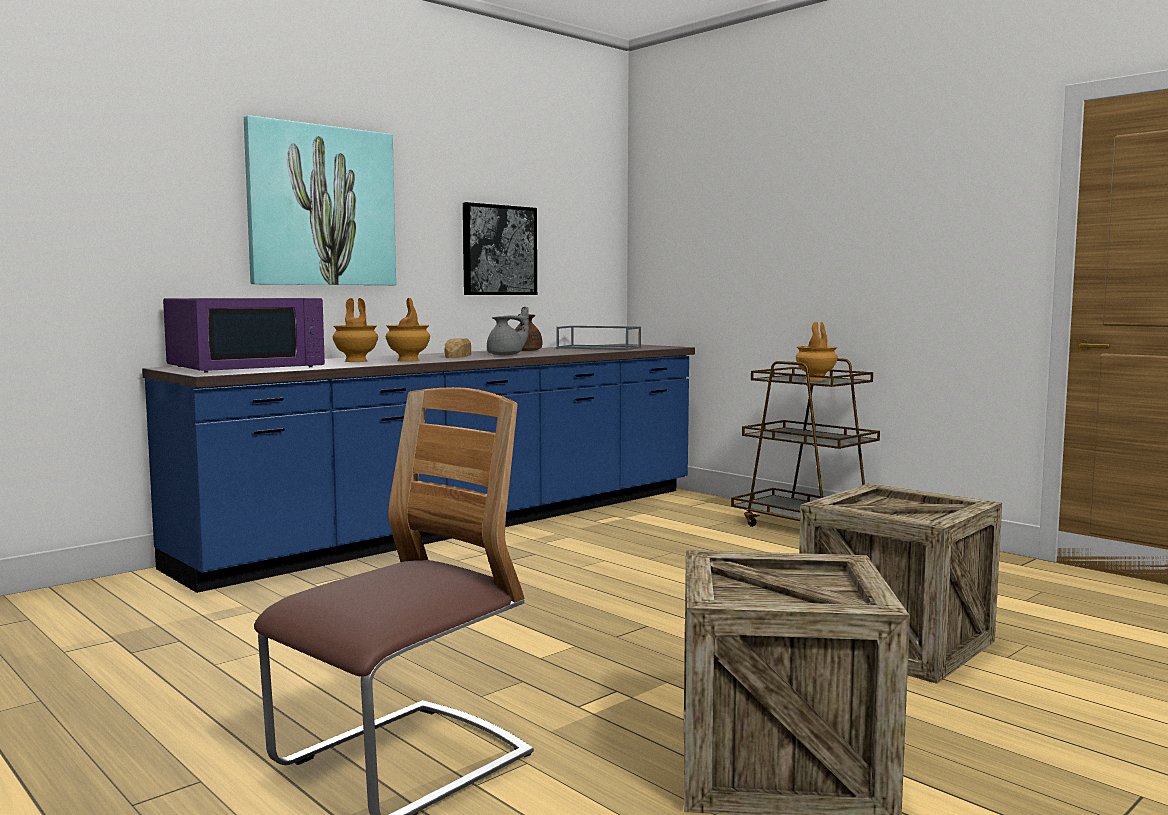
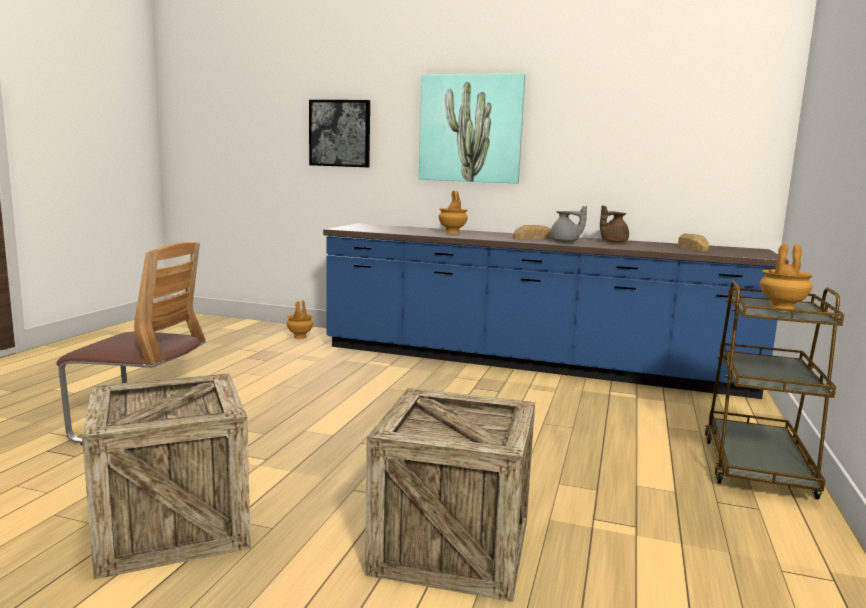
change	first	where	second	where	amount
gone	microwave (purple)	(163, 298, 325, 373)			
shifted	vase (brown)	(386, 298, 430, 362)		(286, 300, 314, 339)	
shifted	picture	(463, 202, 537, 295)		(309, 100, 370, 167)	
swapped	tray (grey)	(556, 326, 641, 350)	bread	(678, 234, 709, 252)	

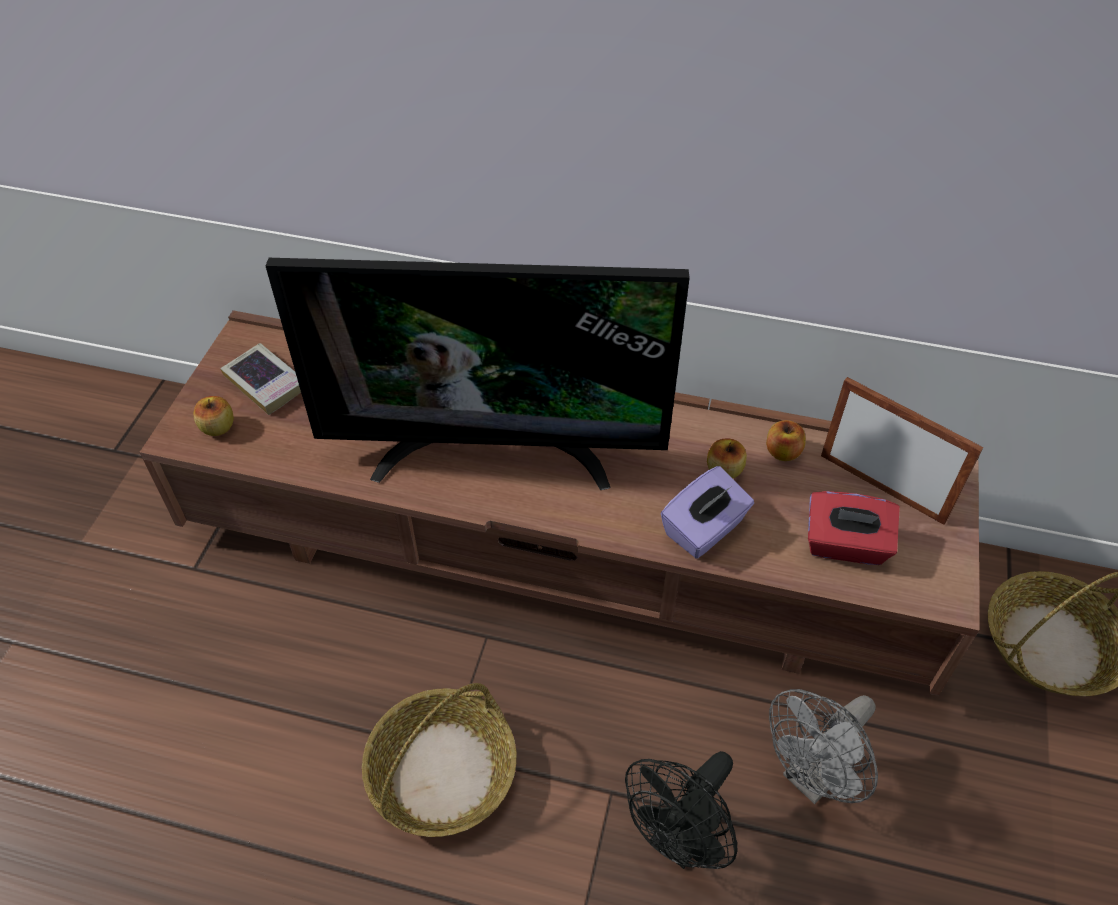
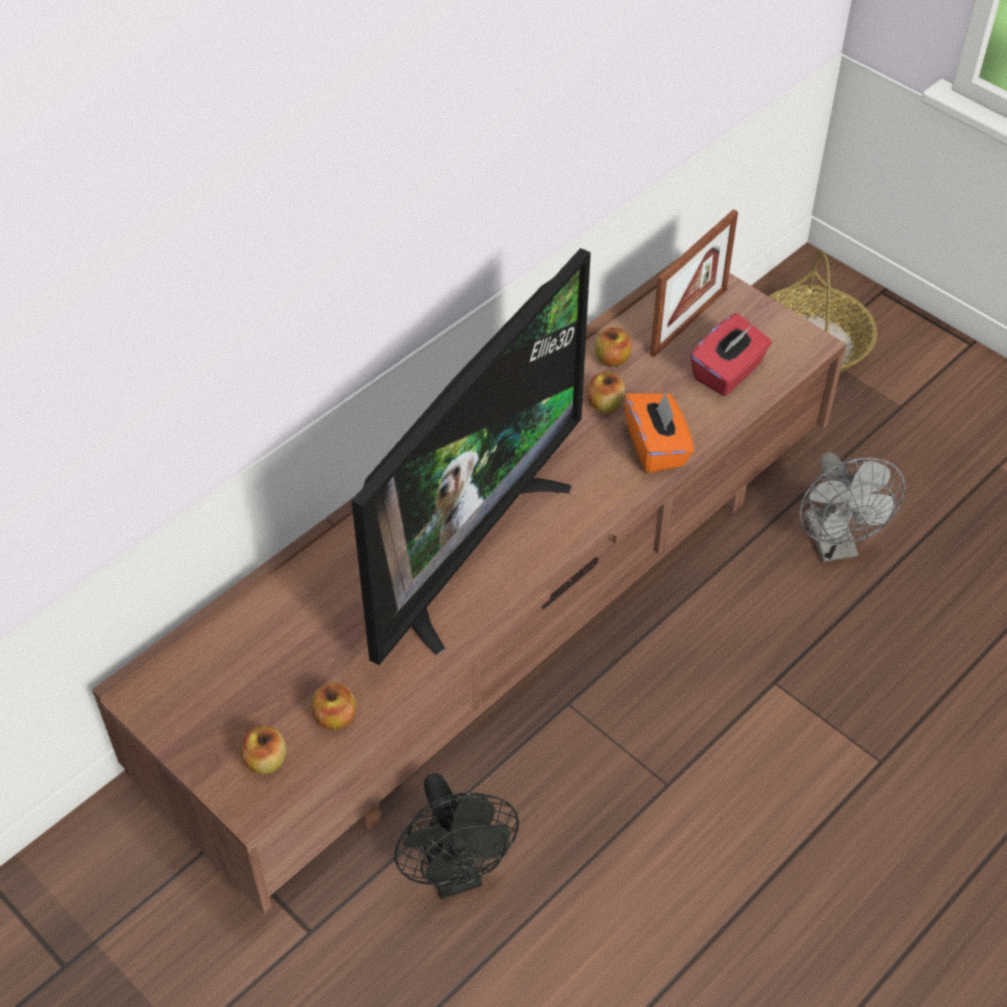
change	first	where	second	where	amount
gone	book	(220, 343, 301, 415)			
gone	basket	(362, 683, 517, 837)			
new			apple	(311, 683, 356, 730)	
shifted	fan (black)	(625, 751, 738, 869)		(395, 773, 519, 899)	
repainted	tissue box (purple)	(661, 466, 754, 558)	tissue box (orange)	(624, 392, 694, 473)	
rotated	picture frame	(821, 377, 983, 525)		(650, 209, 738, 357)	150 degrees clockwise

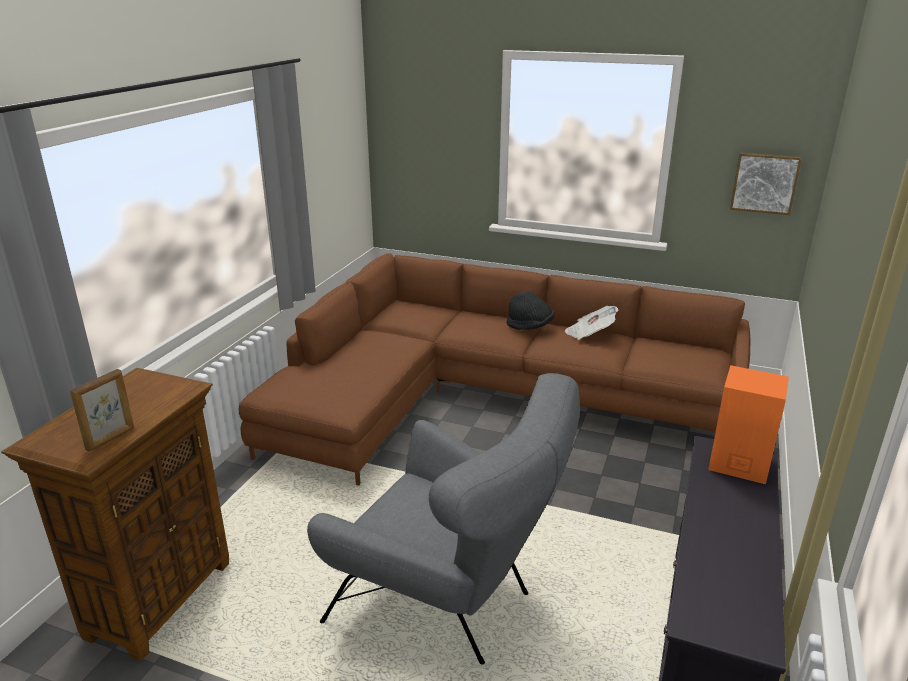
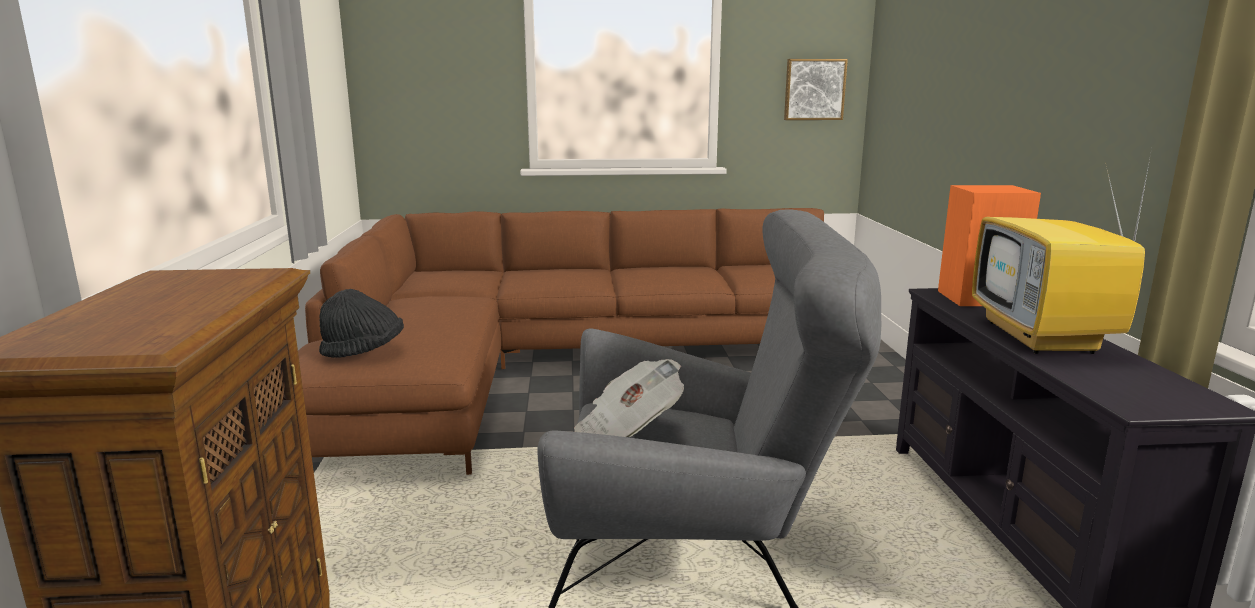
change	first	where	second	where	amount
gone	picture frame	(70, 369, 134, 452)			
new			television	(972, 149, 1152, 354)	
shifted	hat (black)	(507, 291, 554, 330)		(319, 289, 404, 358)	
shifted	newspaper	(565, 306, 619, 340)		(574, 359, 684, 437)	

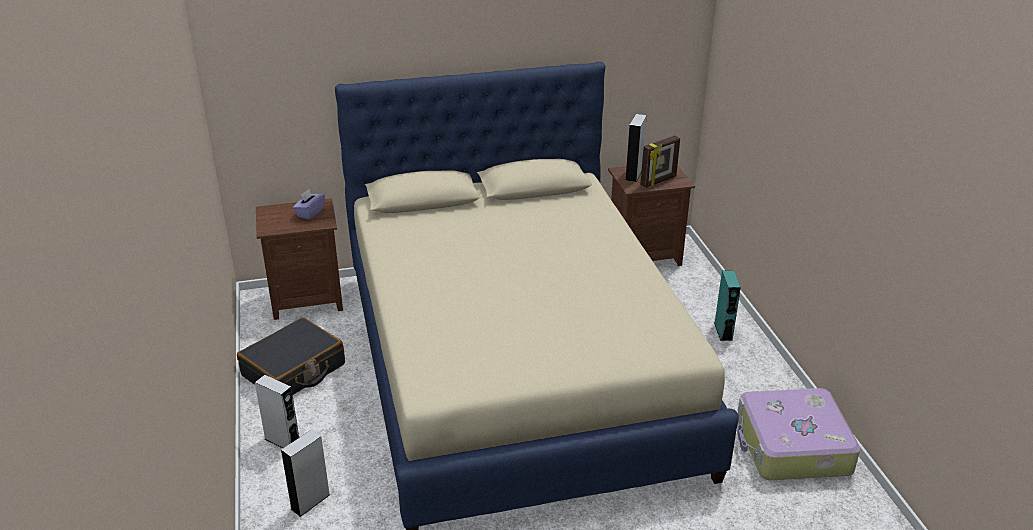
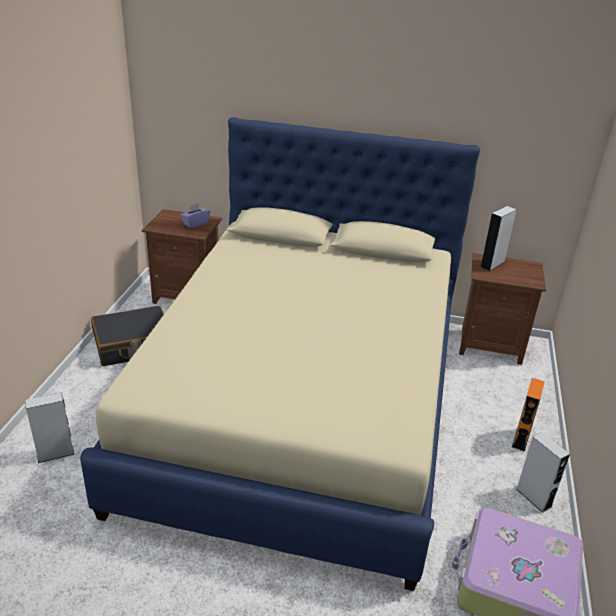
change	first	where	second	where	amount
gone	picture frame	(640, 136, 680, 188)			
shifted	speaker (grey)	(255, 375, 299, 448)		(516, 432, 570, 513)	
repainted	speaker (turquoise)	(714, 270, 741, 341)	speaker (orange)	(512, 378, 545, 452)	

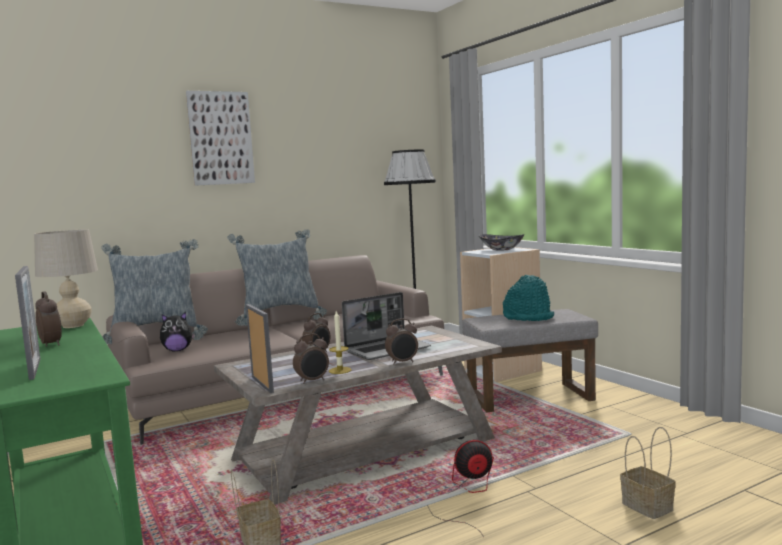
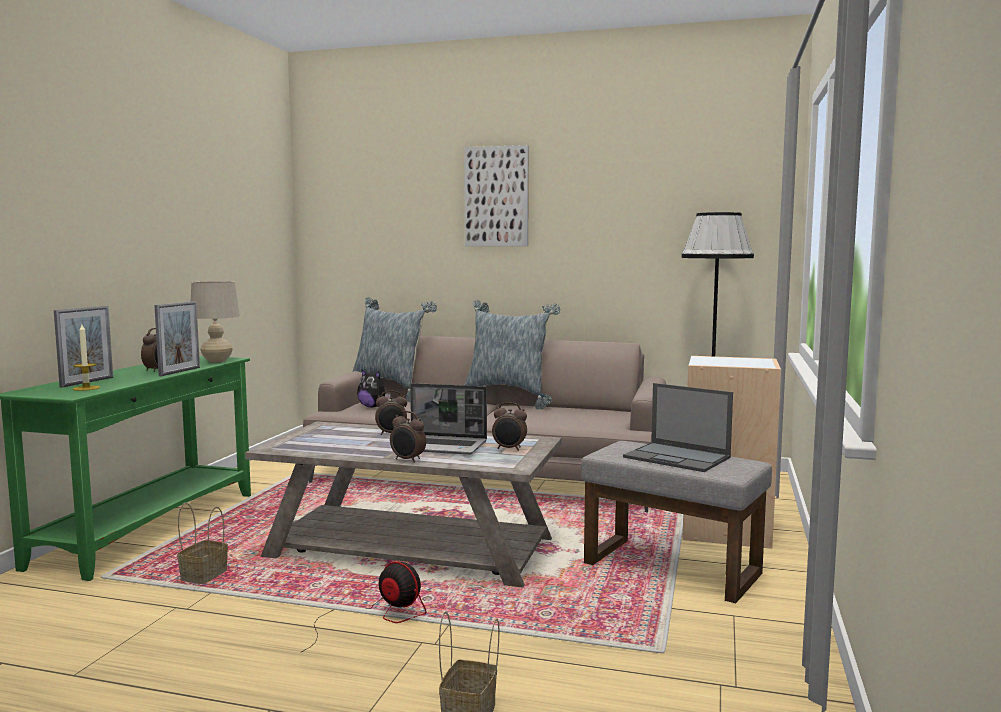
change	first	where	second	where	amount
gone	bowl	(479, 234, 525, 250)			
shifted	picture frame	(246, 304, 274, 393)		(154, 301, 200, 376)	
shifted	alarm clock	(293, 334, 329, 384)		(492, 402, 527, 451)	
shifted	candle	(329, 311, 352, 374)		(73, 325, 100, 391)	
swapped	hat (turquoise)	(503, 275, 554, 321)	laptop	(623, 383, 733, 472)	

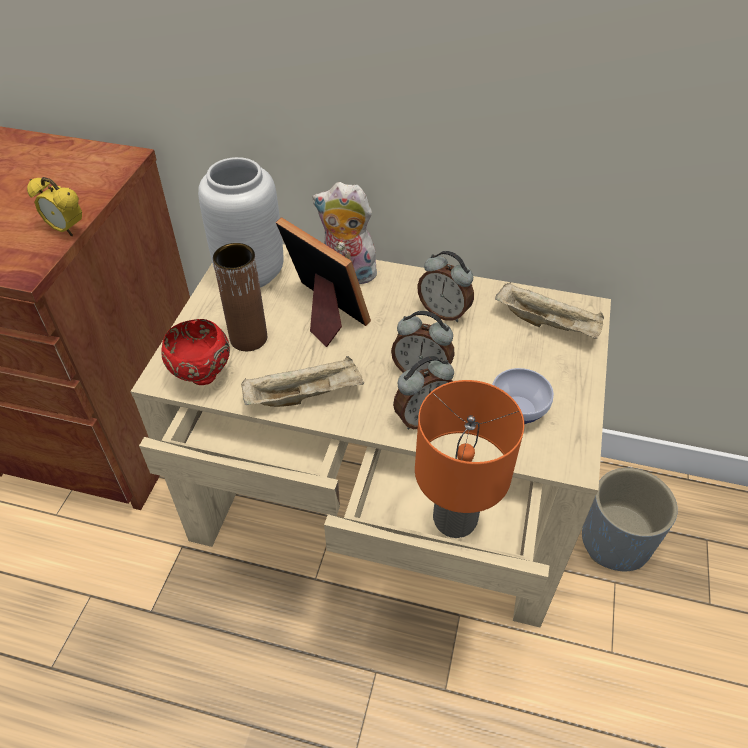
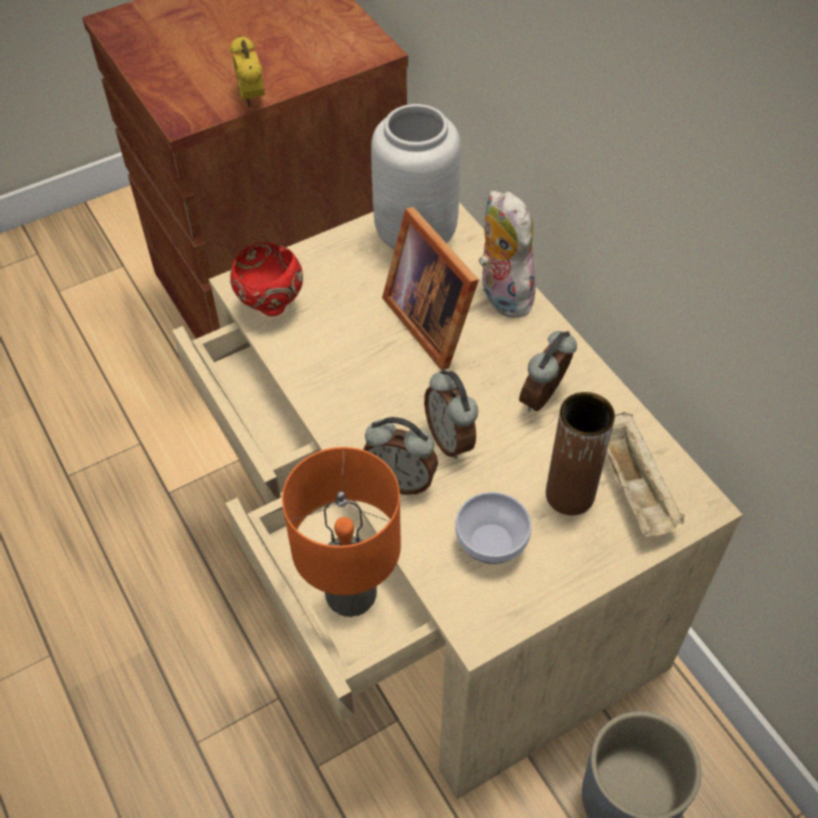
change	first	where	second	where	amount
gone	tray (beige)	(241, 356, 364, 407)			
shifted	vase (brown)	(213, 243, 267, 351)		(546, 392, 615, 515)	
rotated	picture frame	(276, 217, 371, 347)		(382, 207, 479, 370)	150 degrees clockwise
rotated	alarm clock	(417, 251, 474, 322)		(519, 331, 577, 412)	45 degrees clockwise

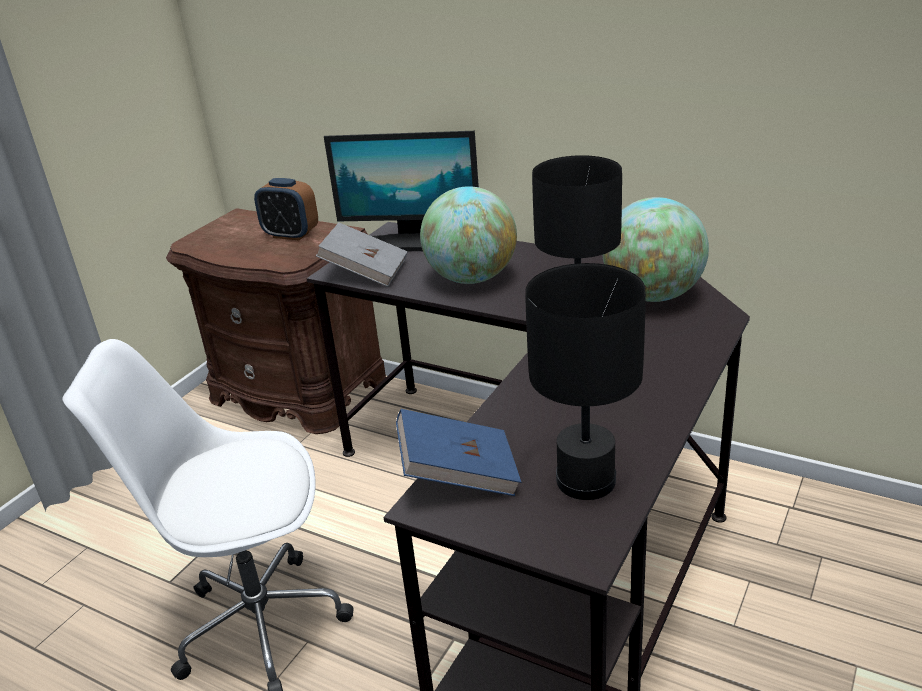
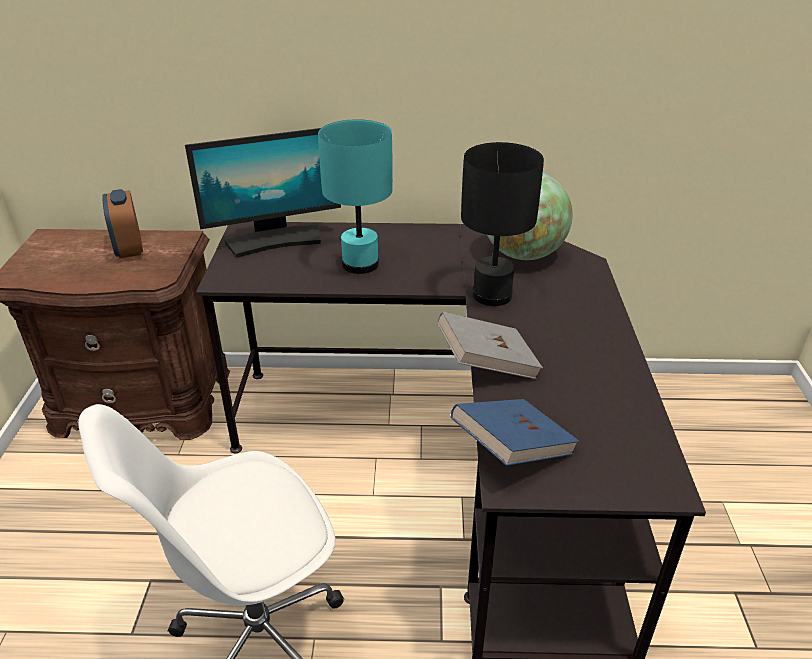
change	first	where	second	where	amount
gone	table lamp (black)	(525, 263, 646, 500)			
shifted	book (grey)	(316, 223, 408, 287)		(437, 312, 543, 379)	
swapped	globe	(420, 186, 517, 284)	table lamp (turquoise)	(318, 119, 393, 274)	
rotated	alarm clock	(254, 178, 318, 241)		(102, 189, 143, 259)	75 degrees clockwise

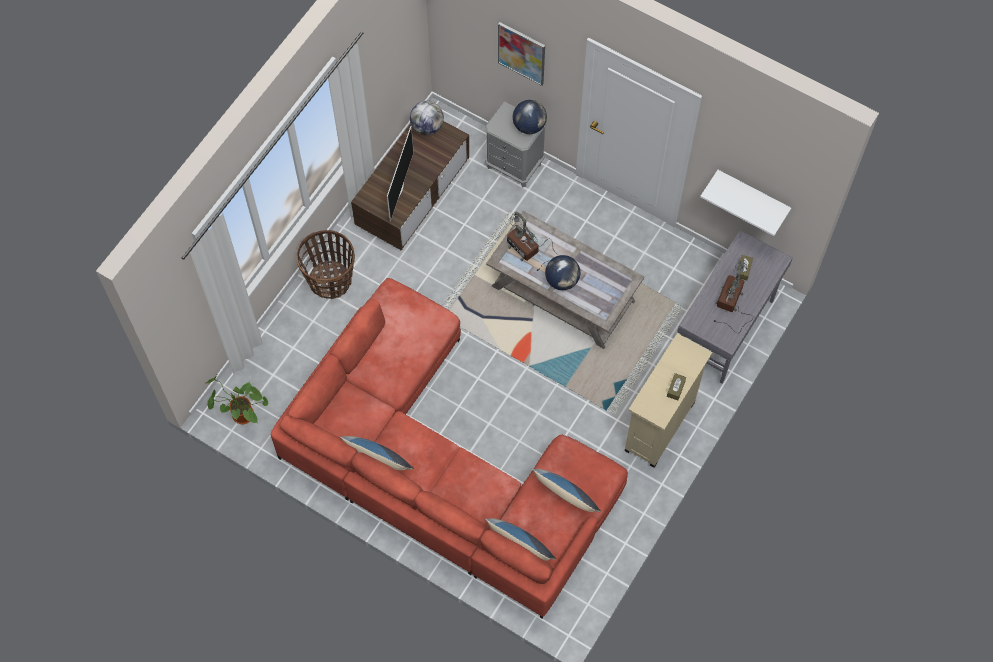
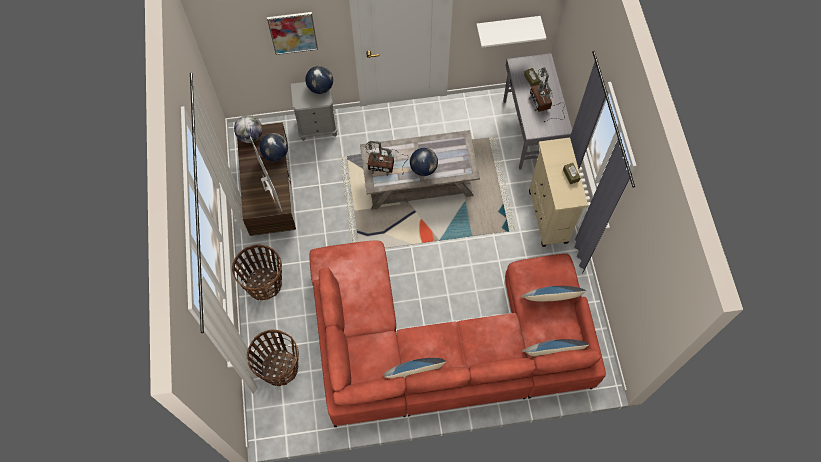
change	first	where	second	where	amount
gone	potted plant	(205, 373, 268, 424)			
new			basket	(247, 330, 299, 386)	
new			globe	(260, 133, 288, 161)	

